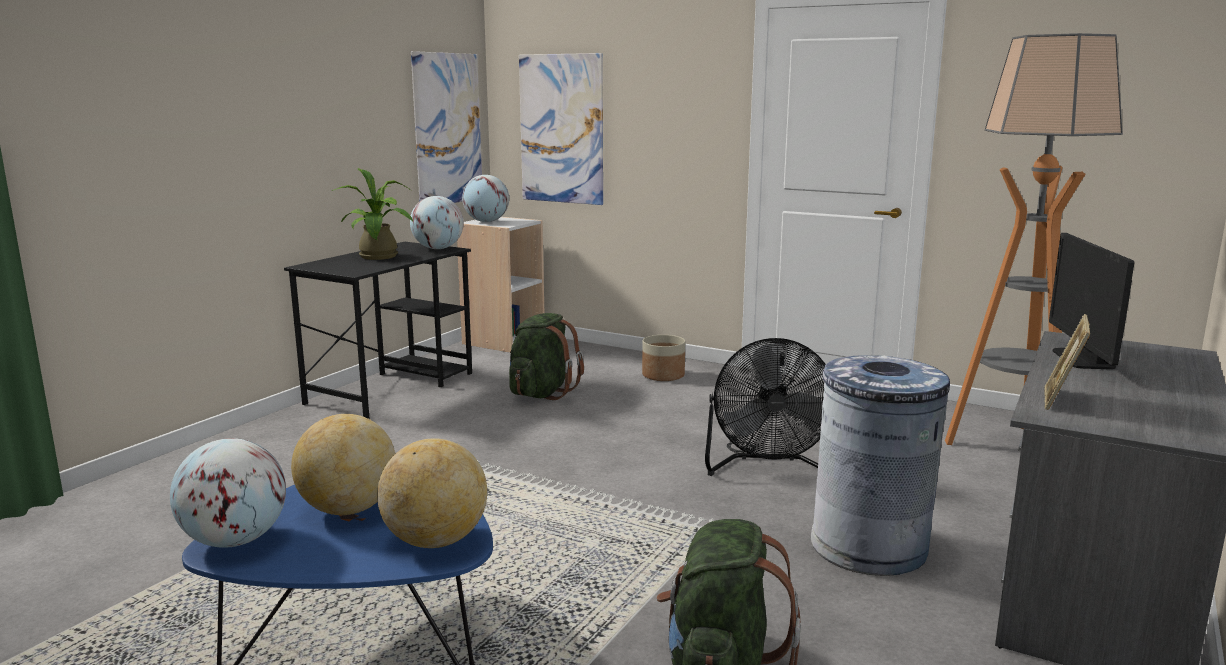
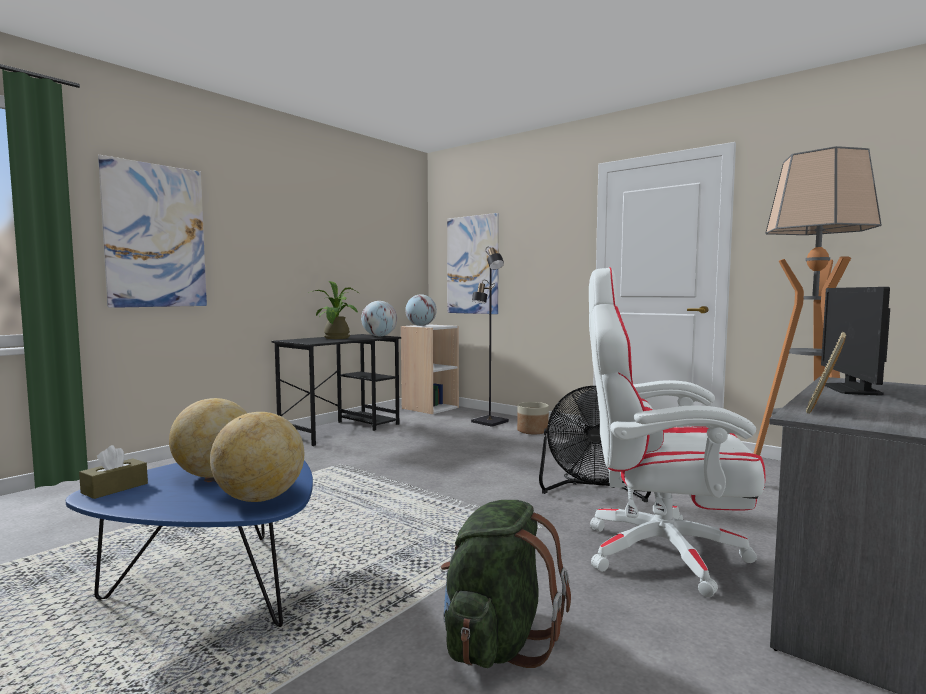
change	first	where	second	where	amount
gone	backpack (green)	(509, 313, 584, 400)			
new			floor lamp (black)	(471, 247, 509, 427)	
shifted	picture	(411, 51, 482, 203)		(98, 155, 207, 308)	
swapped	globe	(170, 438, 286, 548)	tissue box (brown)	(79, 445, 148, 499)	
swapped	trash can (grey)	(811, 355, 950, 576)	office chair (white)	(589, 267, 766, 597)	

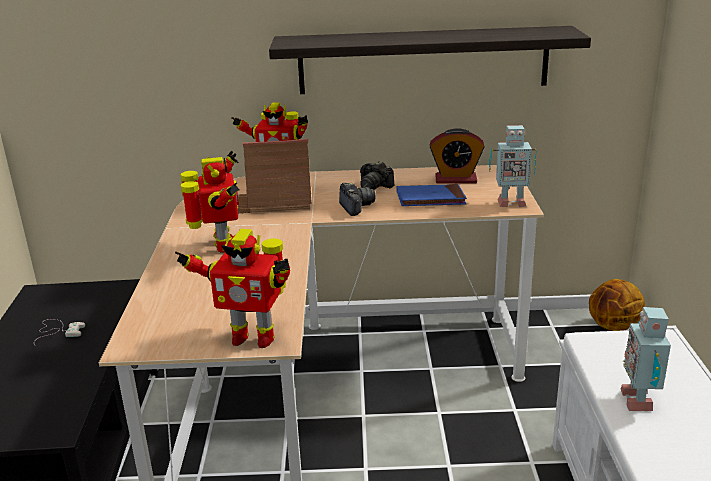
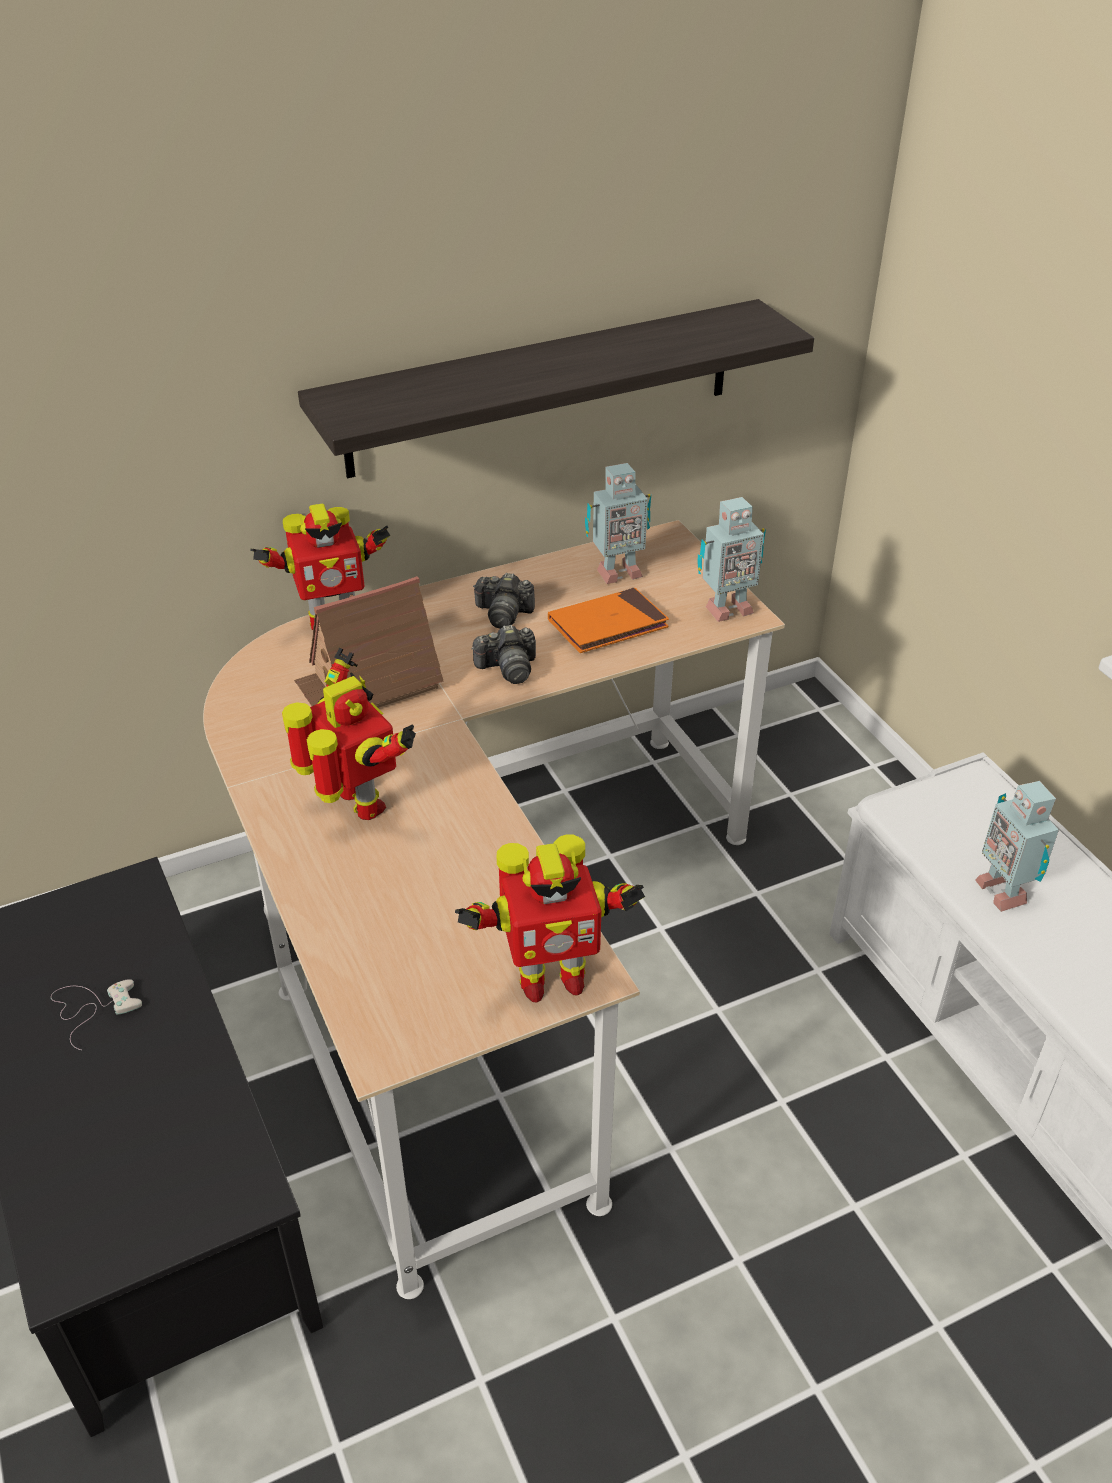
change	first	where	second	where	amount
gone	basketball	(589, 279, 645, 331)			
swapped	alarm clock	(430, 128, 485, 184)	toy robot	(585, 463, 652, 584)	
repainted	book (blue)	(396, 184, 467, 206)	book (orange)	(548, 588, 669, 653)	
rotated	photo camera	(339, 183, 376, 216)		(471, 625, 536, 684)	120 degrees clockwise

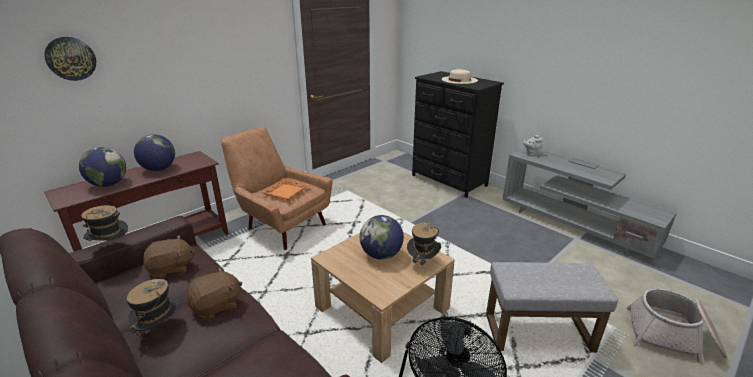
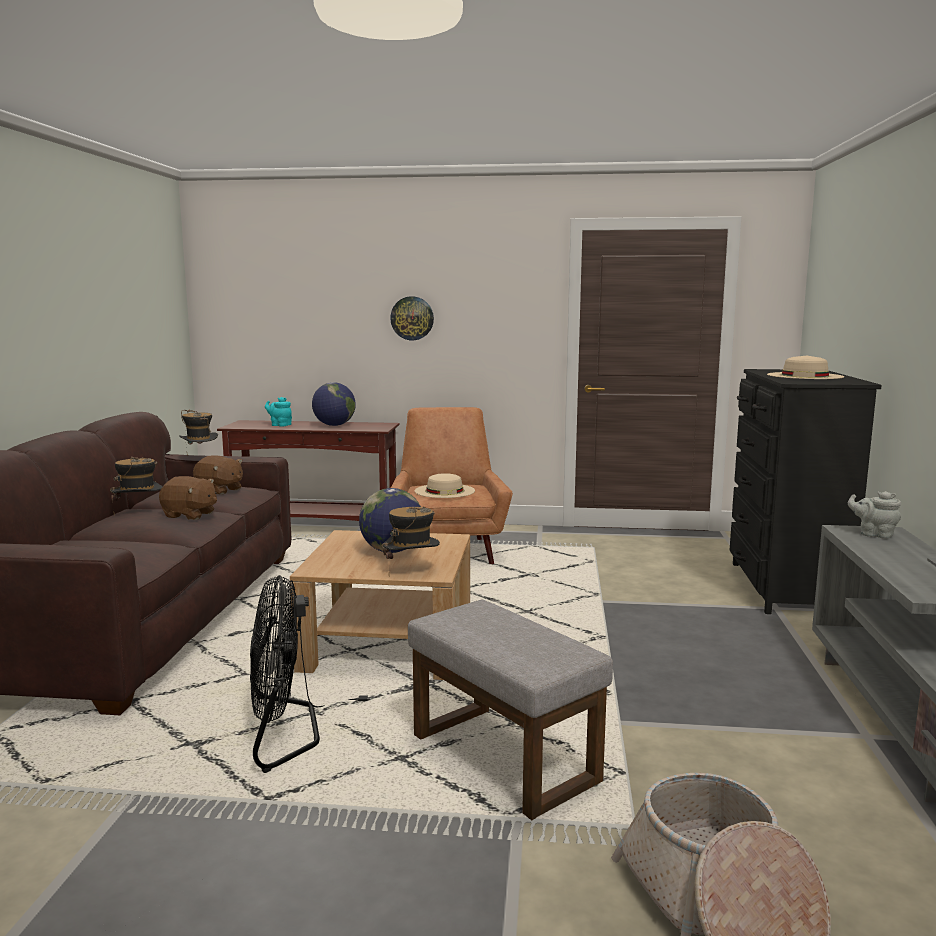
change	first	where	second	where	amount
shifted	wall clock	(44, 37, 96, 81)		(390, 296, 434, 340)	
swapped	globe	(79, 147, 126, 187)	teapot (turquoise)	(265, 397, 292, 427)	
swapped	tray (orange)	(262, 178, 309, 201)	hat (beige)	(415, 473, 475, 498)	

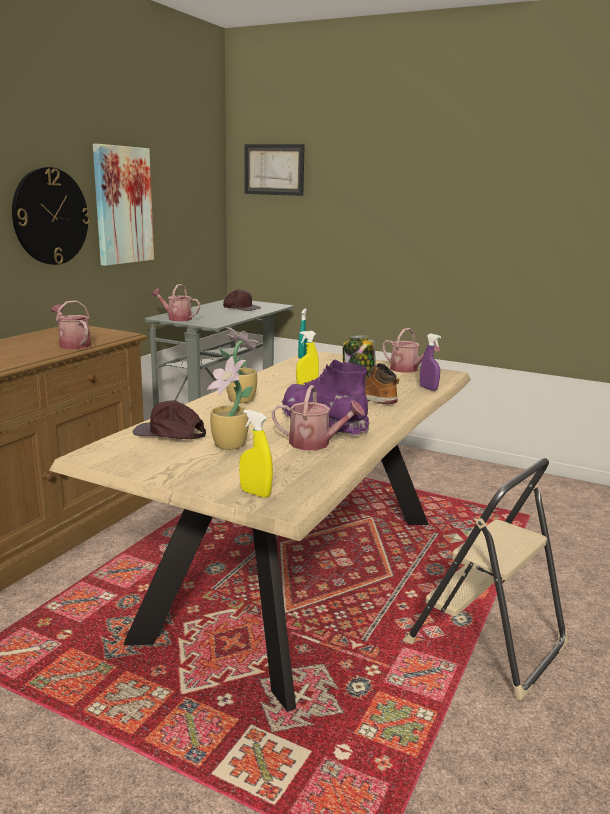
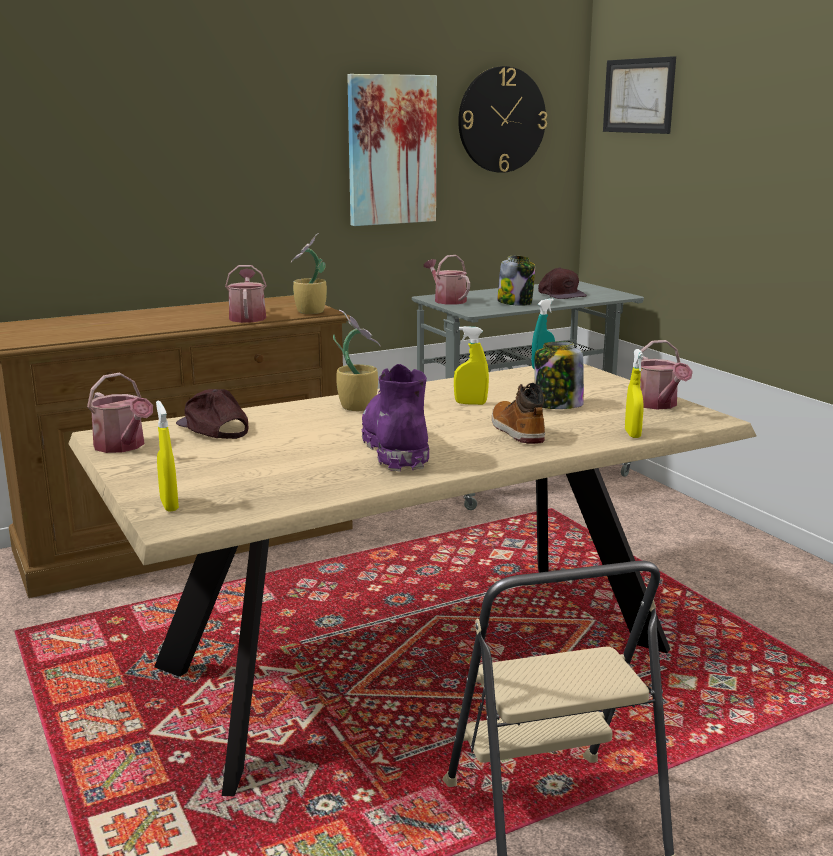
change	first	where	second	where	amount
new			jar	(497, 256, 535, 306)	
shifted	wall clock	(12, 167, 90, 265)		(458, 66, 547, 173)	
shifted	potted plant	(207, 356, 253, 450)		(291, 233, 327, 314)	
shifted	watering can	(272, 385, 365, 450)		(87, 373, 153, 453)	
repainted	spray bottle (purple)	(420, 334, 441, 391)	spray bottle (yellow)	(625, 349, 644, 438)	

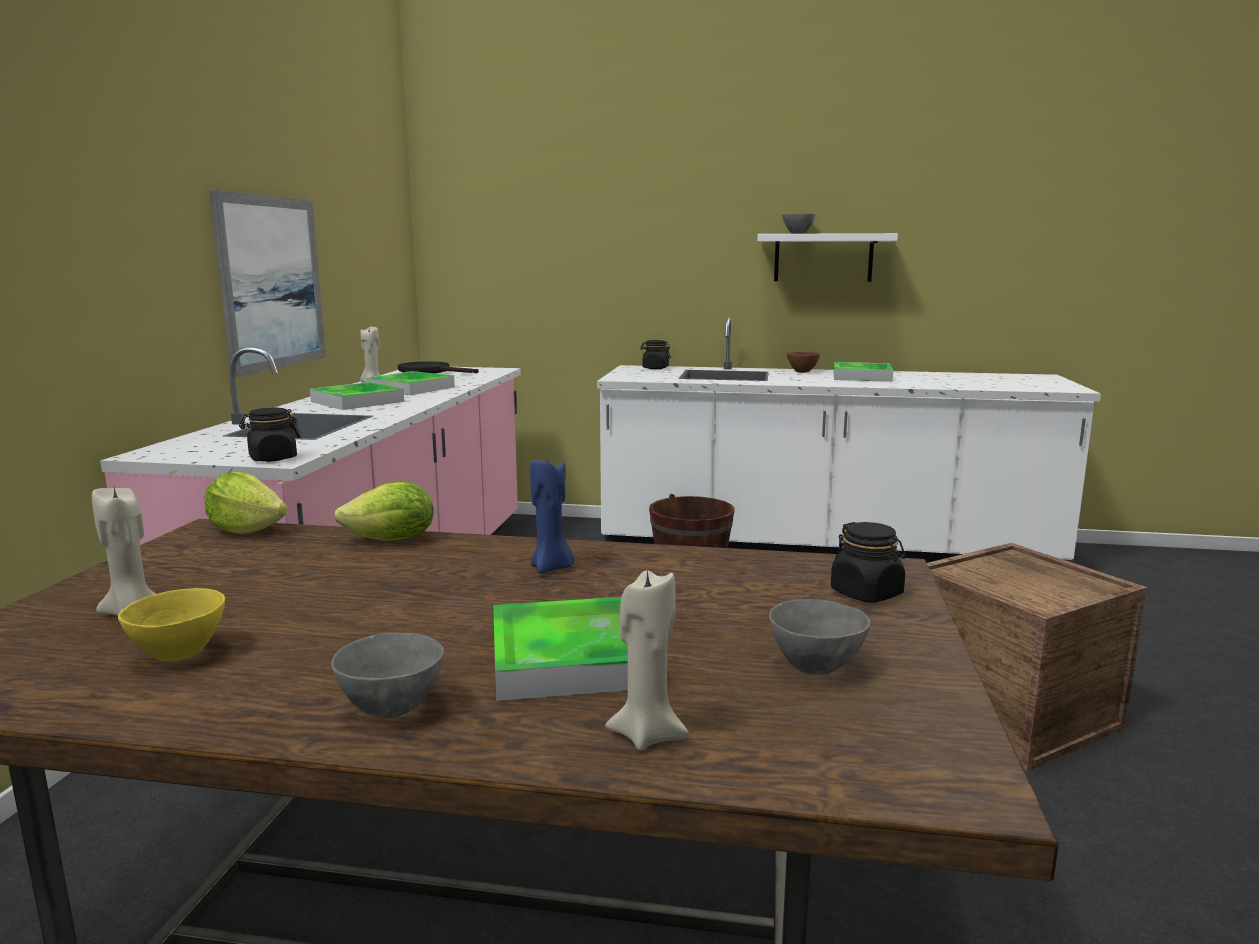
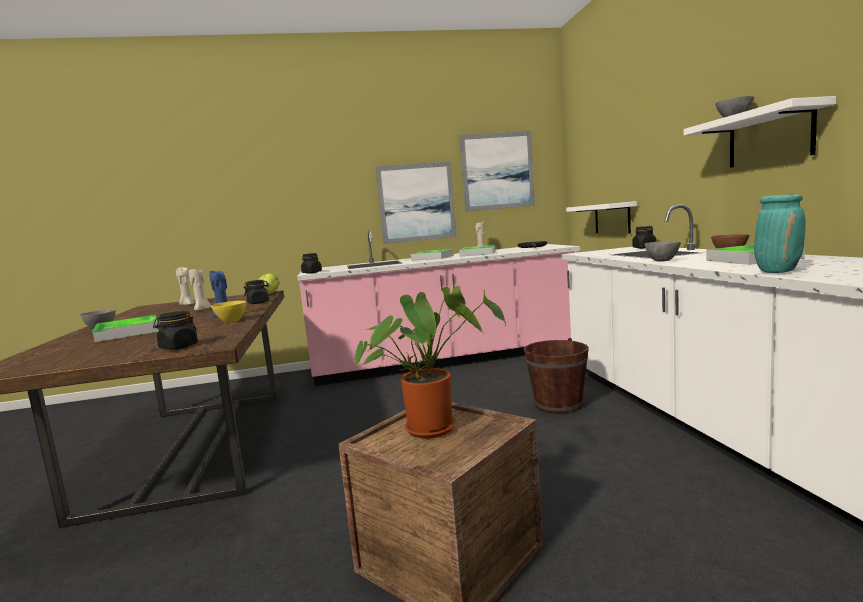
change	first	where	second	where	amount
new			potted plant	(355, 286, 506, 438)	
new			picture	(459, 131, 535, 212)	
new			shelf (white)	(566, 201, 637, 233)	
new			vase (turquoise)	(754, 194, 805, 273)	
shifted	bowl (yellow)	(118, 588, 225, 662)		(211, 301, 246, 322)	
shifted	candle (beige)	(605, 567, 689, 751)		(189, 269, 211, 311)	
shifted	bowl (grey)	(769, 599, 870, 675)		(644, 241, 681, 262)	
swapped	lettuce	(334, 481, 434, 541)	jar (black)	(244, 280, 269, 304)	

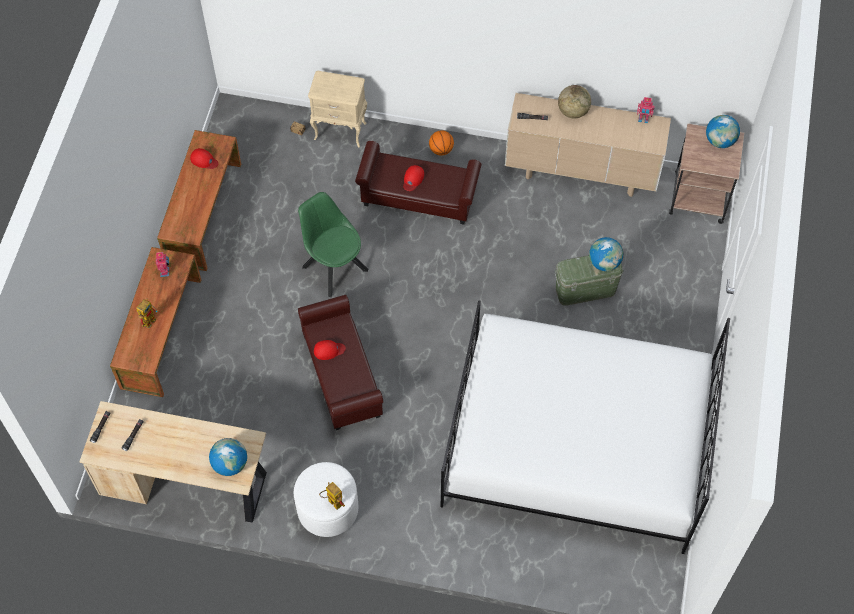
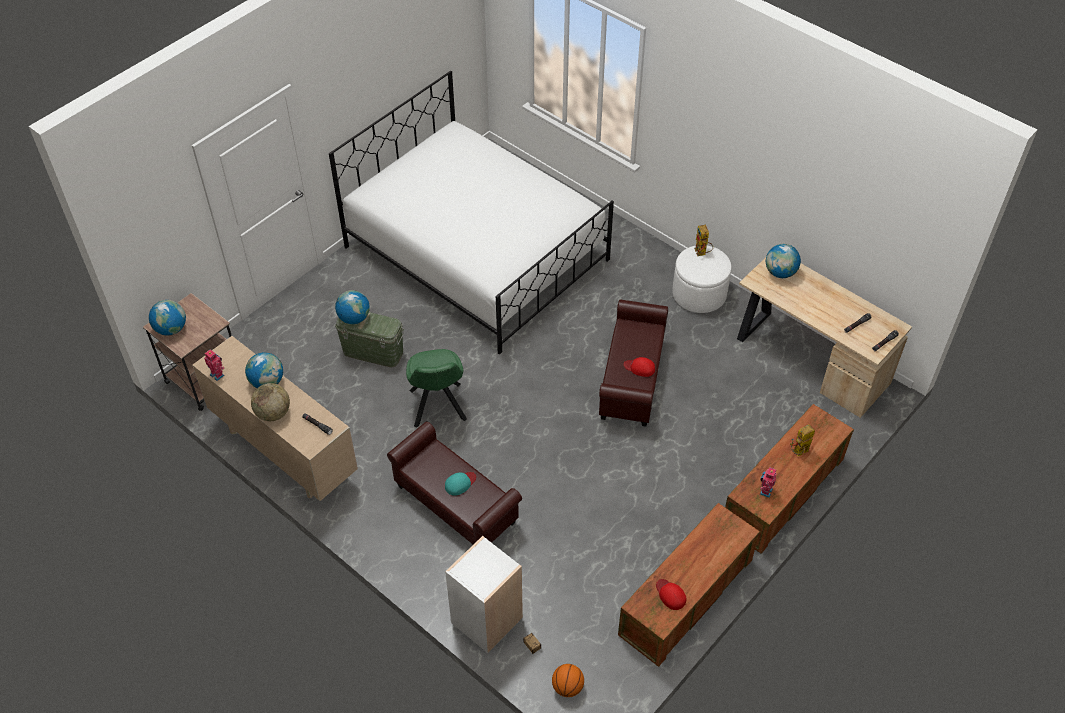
change	first	where	second	where	amount
new			globe	(245, 352, 283, 388)	
shifted	chair (green)	(298, 192, 368, 297)		(406, 349, 467, 428)	
shifted	basketball	(429, 130, 454, 156)		(552, 664, 584, 697)	
swapped	nightstand (beige)	(308, 71, 367, 148)	bookcase	(445, 536, 523, 653)	
repainted	cap (red)	(403, 165, 424, 191)	cap (turquoise)	(445, 472, 476, 496)	

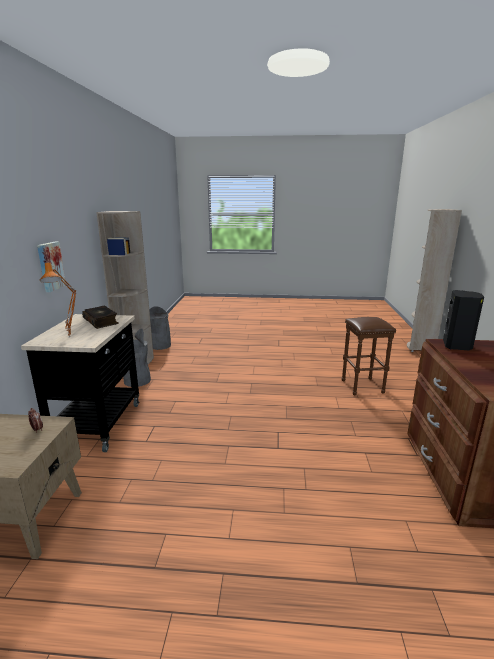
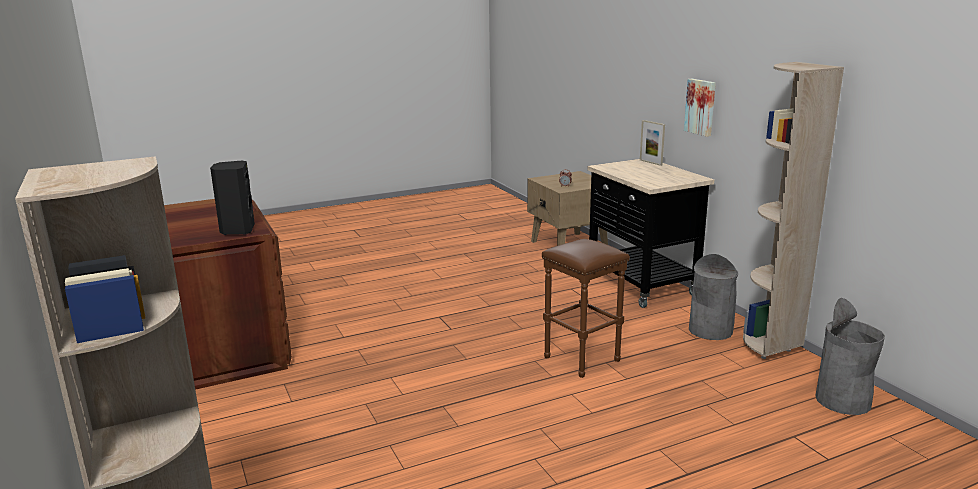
change	first	where	second	where	amount
gone	table lamp (orange)	(40, 262, 77, 338)			
gone	book	(82, 306, 119, 329)			
new			picture frame	(640, 120, 665, 166)	
shifted	stool (brown)	(342, 317, 396, 395)		(542, 239, 630, 378)	

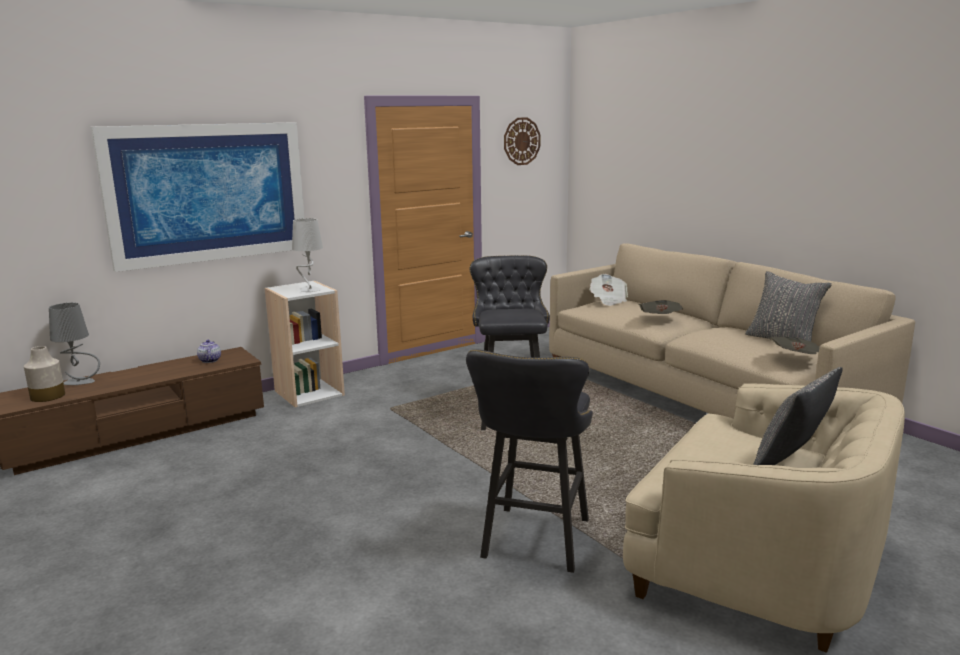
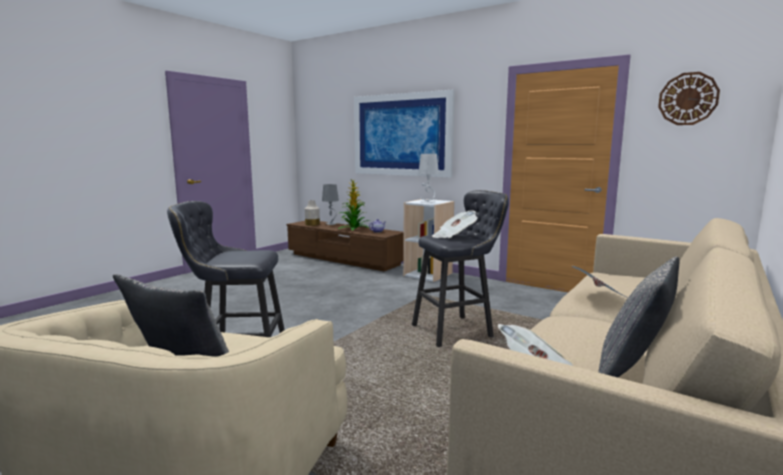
change	first	where	second	where	amount
new			potted plant	(338, 179, 370, 231)	
shifted	newspaper	(589, 274, 628, 306)		(432, 210, 478, 238)	

